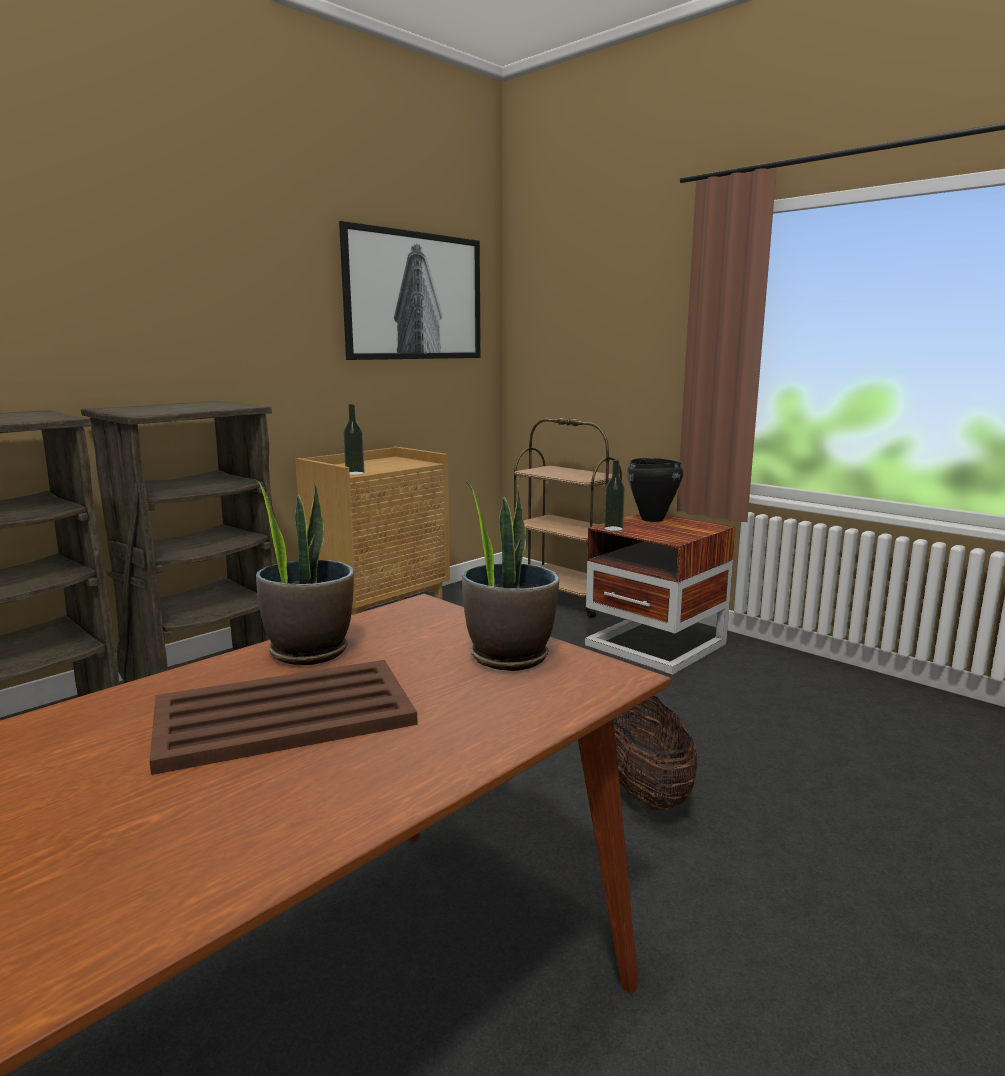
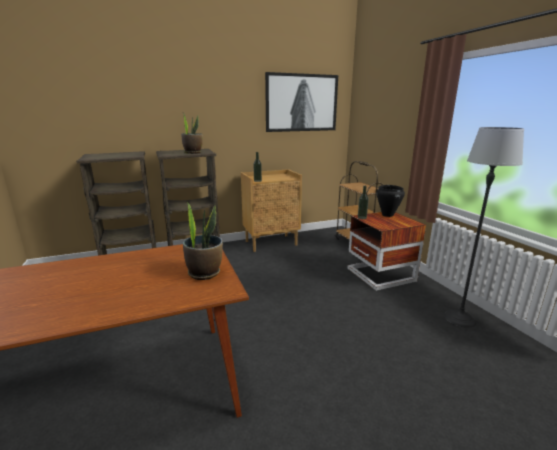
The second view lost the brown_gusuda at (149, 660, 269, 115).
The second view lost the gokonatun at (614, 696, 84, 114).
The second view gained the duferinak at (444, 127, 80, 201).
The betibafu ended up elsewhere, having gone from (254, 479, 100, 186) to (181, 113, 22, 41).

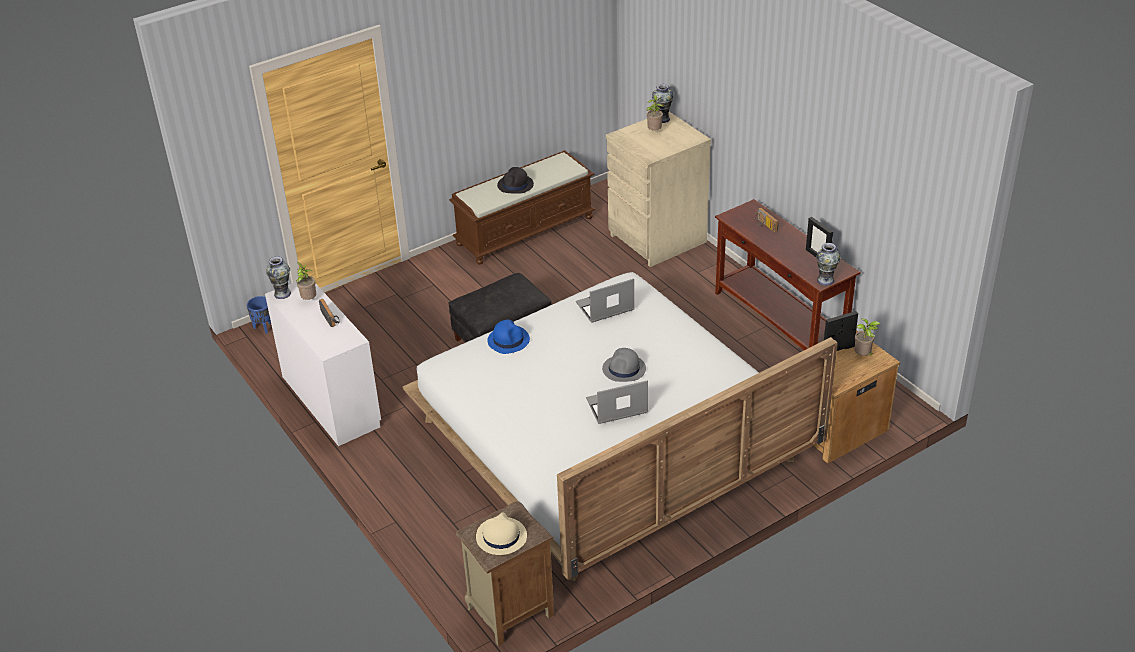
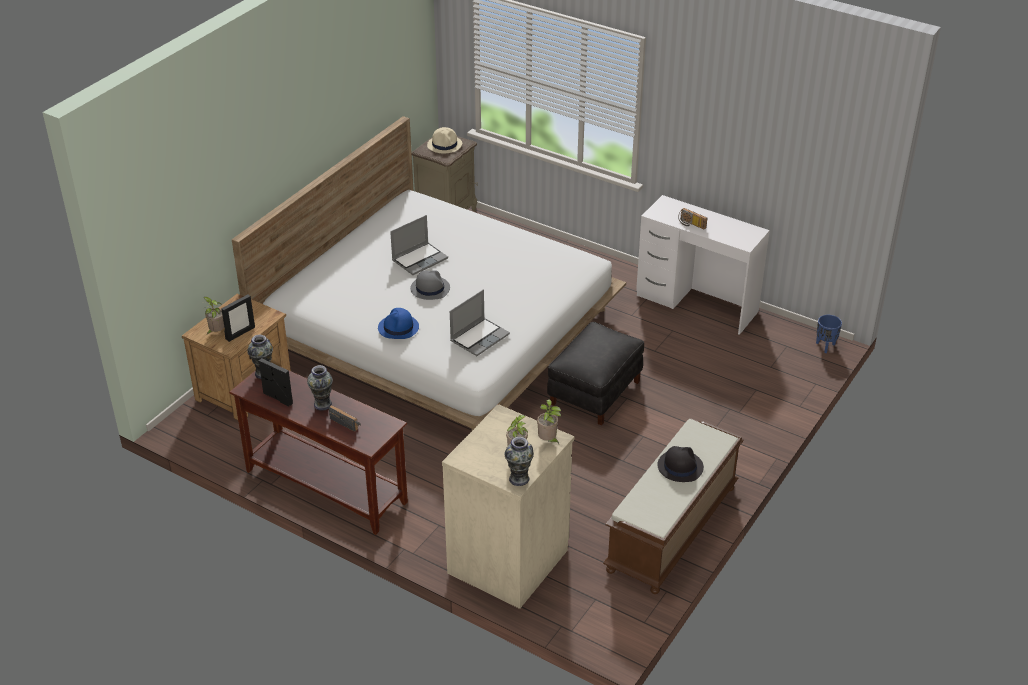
The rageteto ended up elsewhere, having gone from (266, 256, 25, 43) to (307, 365, 26, 46).
The betibafu ended up elsewhere, having gone from (296, 262, 20, 38) to (537, 399, 24, 45).
The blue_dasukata ended up elsewhere, having gone from (487, 320, 43, 34) to (378, 308, 41, 31).

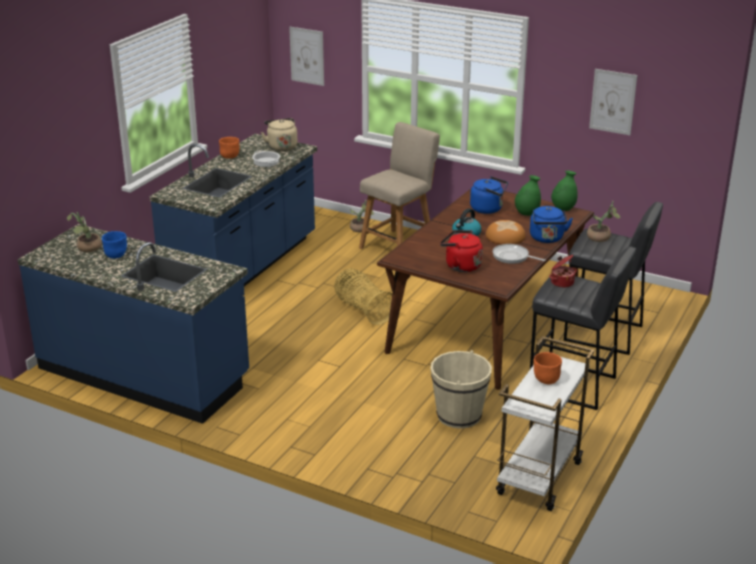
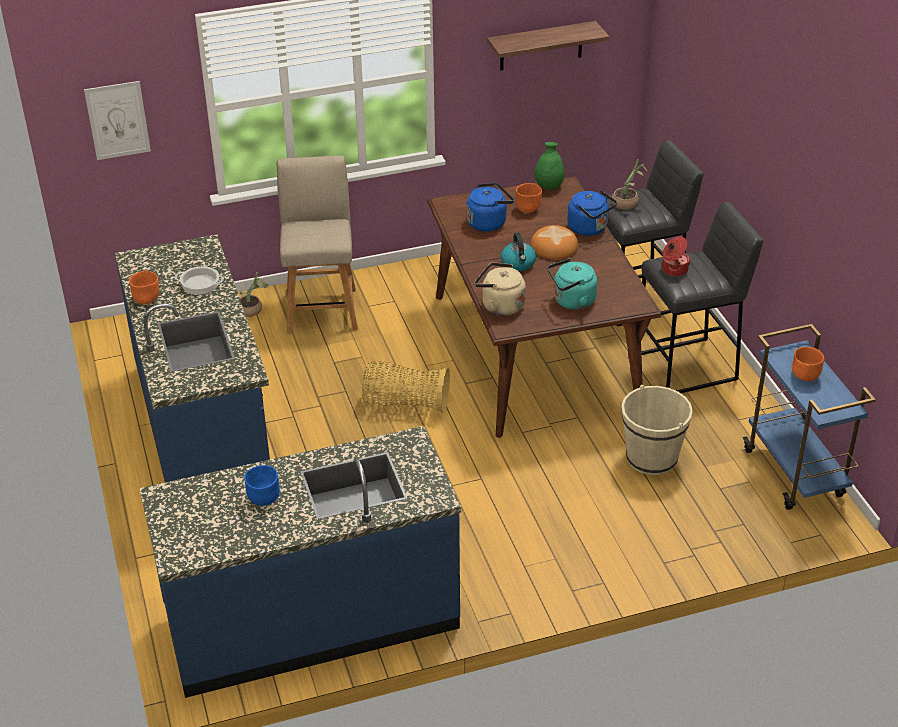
The second view lost the betibafu at (67, 212, 35, 40).
The second view lost the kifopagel at (493, 244, 53, 20).
The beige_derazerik ended up elsewhere, having gone from (261, 118, 36, 33) to (475, 262, 51, 54).
Where the green_rageteto stood at (515, 175, 26, 41), the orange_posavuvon came to stand at (516, 183, 26, 30).
Where the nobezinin hung at (589, 69, 48, 66), the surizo came to hang at (487, 21, 123, 50).
What was the red_derazerik at (440, 230, 43, 42) turned into the turquoise_derazerik at (548, 258, 49, 52).
What was the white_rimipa at (496, 336, 99, 175) turned into the blue_rimipa at (742, 324, 134, 186).

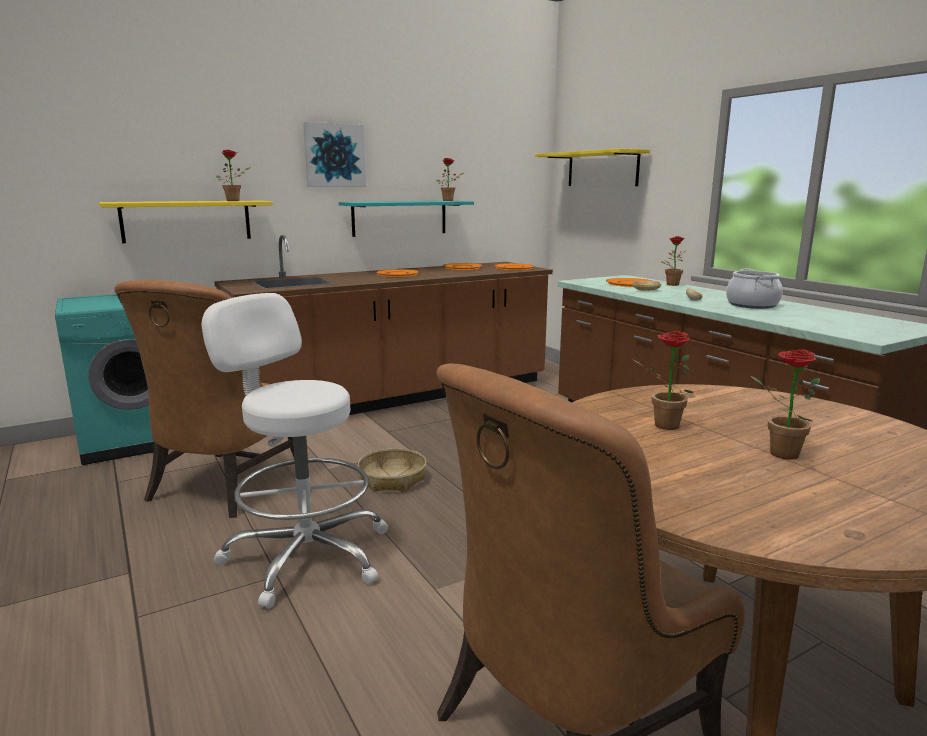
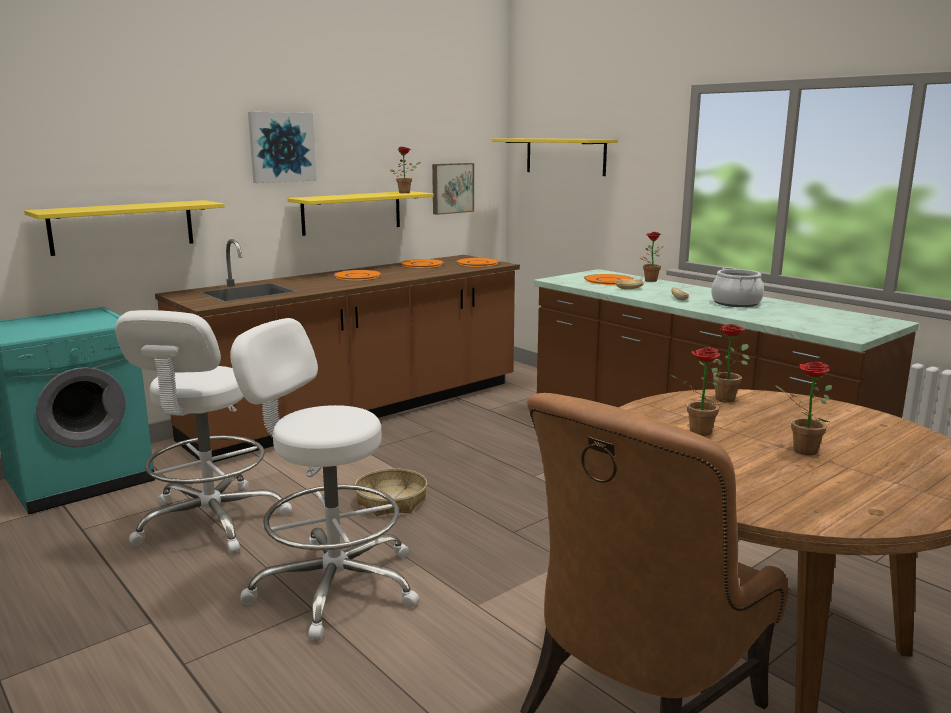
The second view gained the nobezinin at (432, 163, 42, 52).
The betibafu ended up elsewhere, having gone from (216, 150, 35, 51) to (698, 324, 52, 78).
Where the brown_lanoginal stood at (114, 280, 180, 238), the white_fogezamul came to stand at (115, 310, 177, 244).
What was the turquoise_surizo at (339, 201, 135, 36) turned into the yellow_surizo at (287, 191, 147, 45).

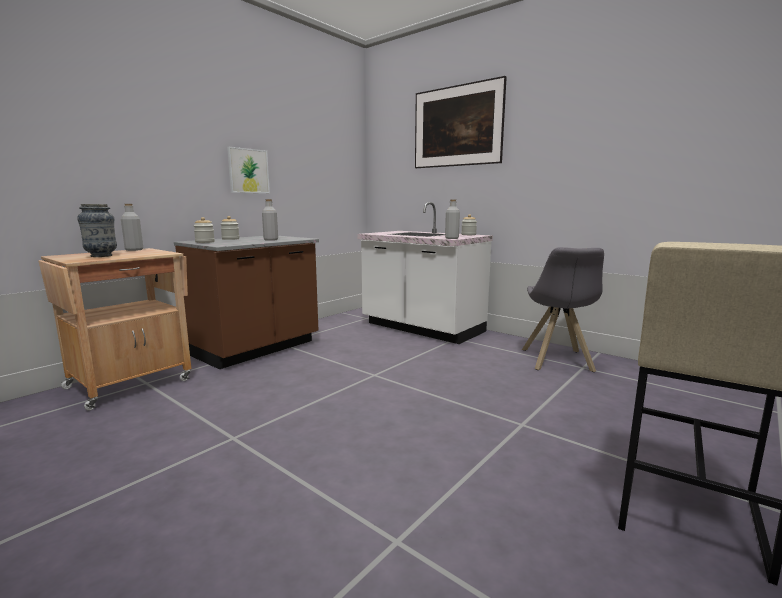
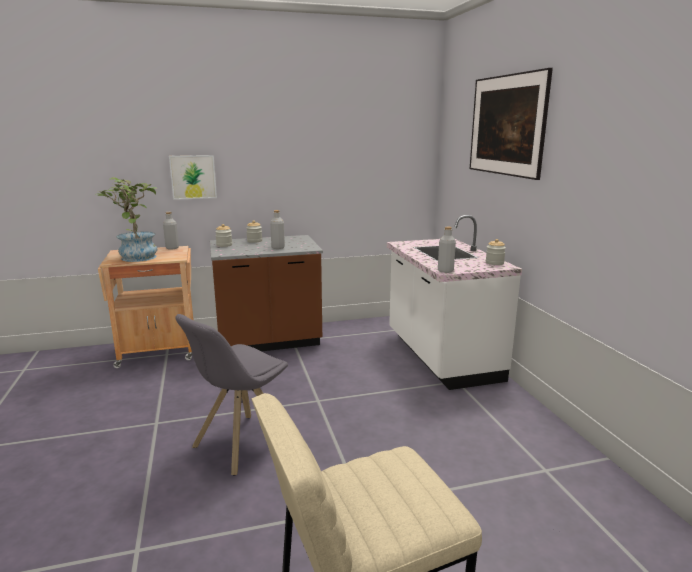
The nobezinin ended up elsewhere, having gone from (227, 147, 43, 46) to (169, 155, 48, 45).
The grey_lanoginal ended up elsewhere, having gone from (522, 247, 82, 125) to (175, 314, 113, 161).
Where the rageteto stood at (77, 204, 40, 53), the betibafu came to stand at (93, 177, 64, 85).

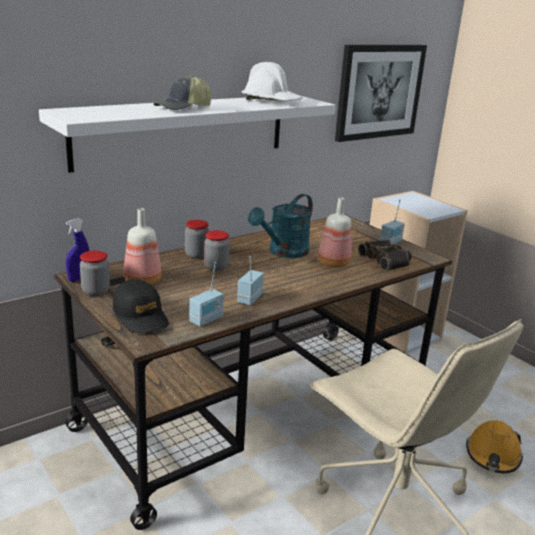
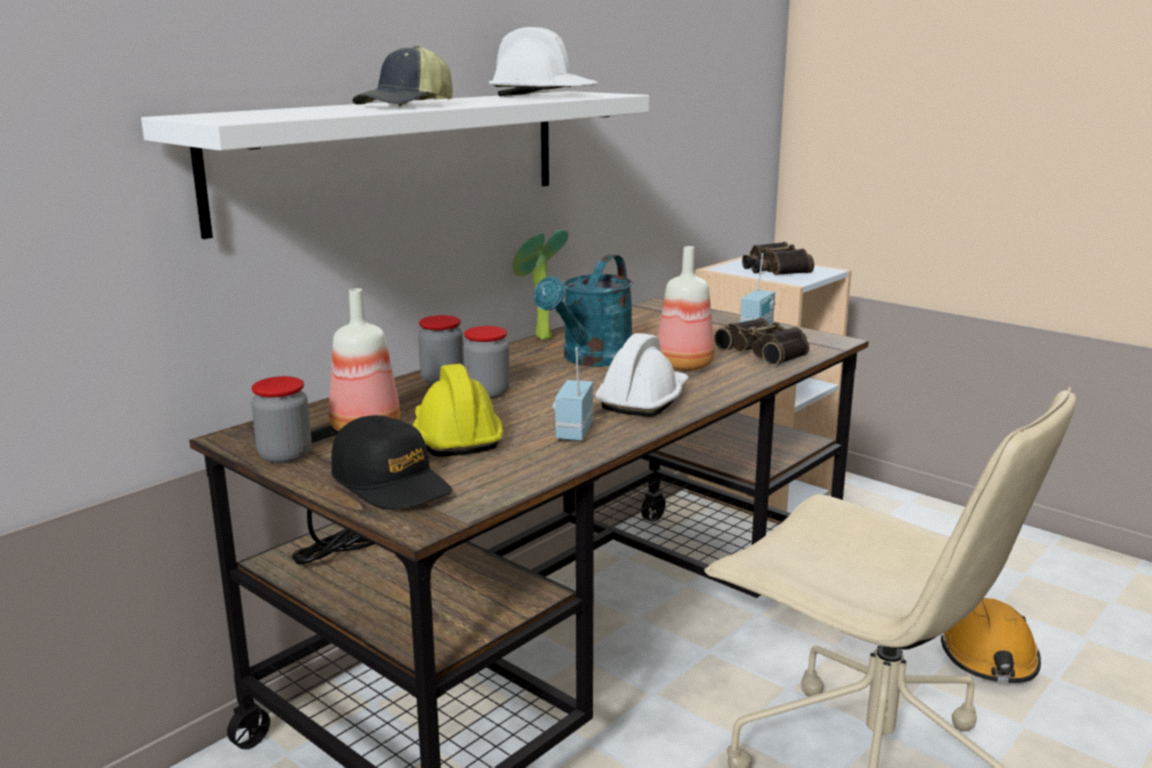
The second view lost the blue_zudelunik at (66, 218, 23, 64).
The second view lost the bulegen at (189, 262, 35, 65).
The second view lost the nobezinin at (335, 45, 92, 97).
The second view gained the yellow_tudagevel at (413, 364, 90, 93).
The second view gained the betibafu at (513, 230, 55, 110).
The second view gained the white_tudagevel at (595, 333, 93, 84).
The second view gained the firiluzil at (742, 242, 72, 33).

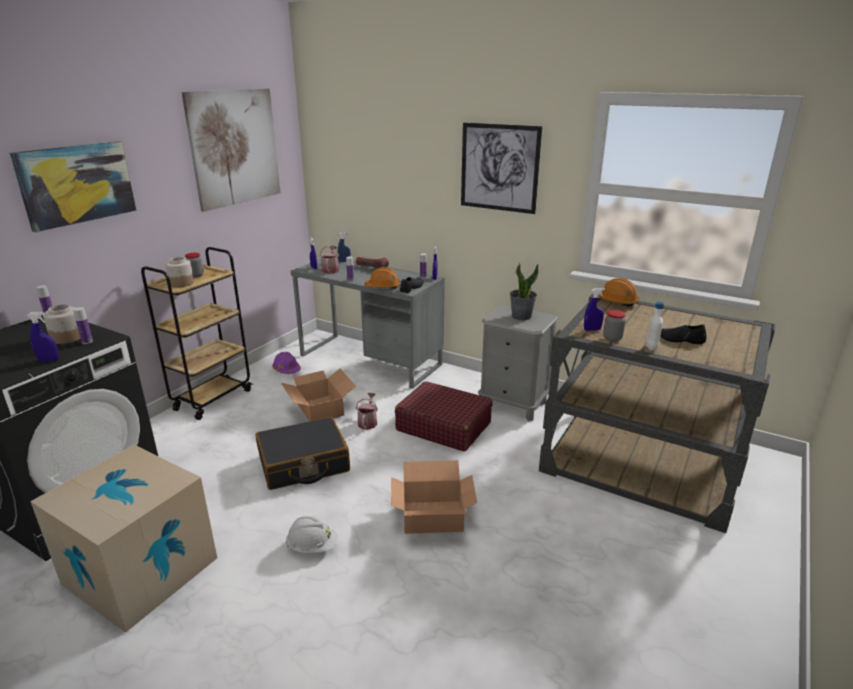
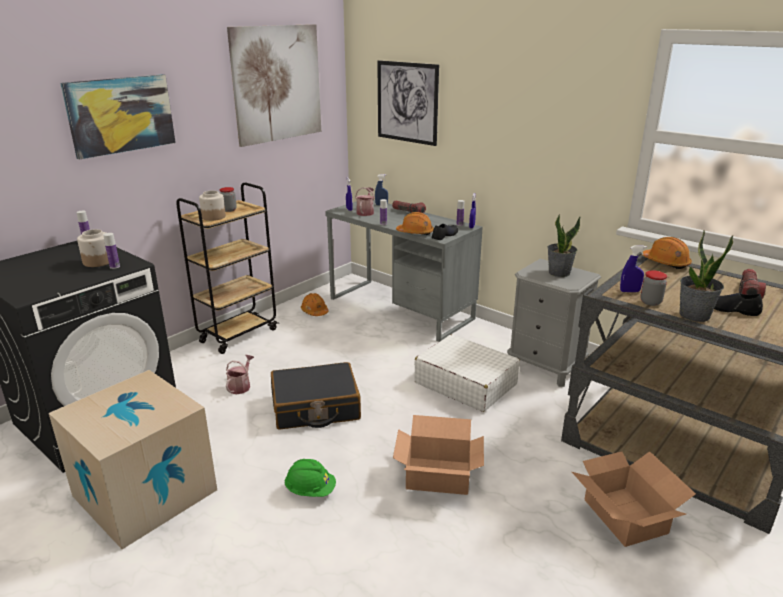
The second view lost the blue_zudelunik at (27, 312, 32, 49).
The second view gained the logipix at (739, 269, 27, 30).
The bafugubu ended up elsewhere, having gone from (281, 368, 75, 53) to (572, 451, 124, 96).
The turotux ended up elsewhere, having gone from (356, 393, 22, 37) to (226, 355, 28, 39).
The nobezinin ended up elsewhere, having gone from (461, 123, 81, 91) to (377, 60, 62, 86).
Where the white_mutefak stood at (646, 302, 18, 49), the betibafu came to stand at (679, 230, 54, 92).
What was the purple_tudagevel at (272, 352, 29, 22) turned into the orange_tudagevel at (301, 293, 28, 23).
What was the white_tudagevel at (286, 516, 51, 37) turned into the green_tudagevel at (284, 459, 52, 38).
What was the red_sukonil at (395, 381, 98, 70) turned into the white_sukonil at (414, 335, 106, 77).

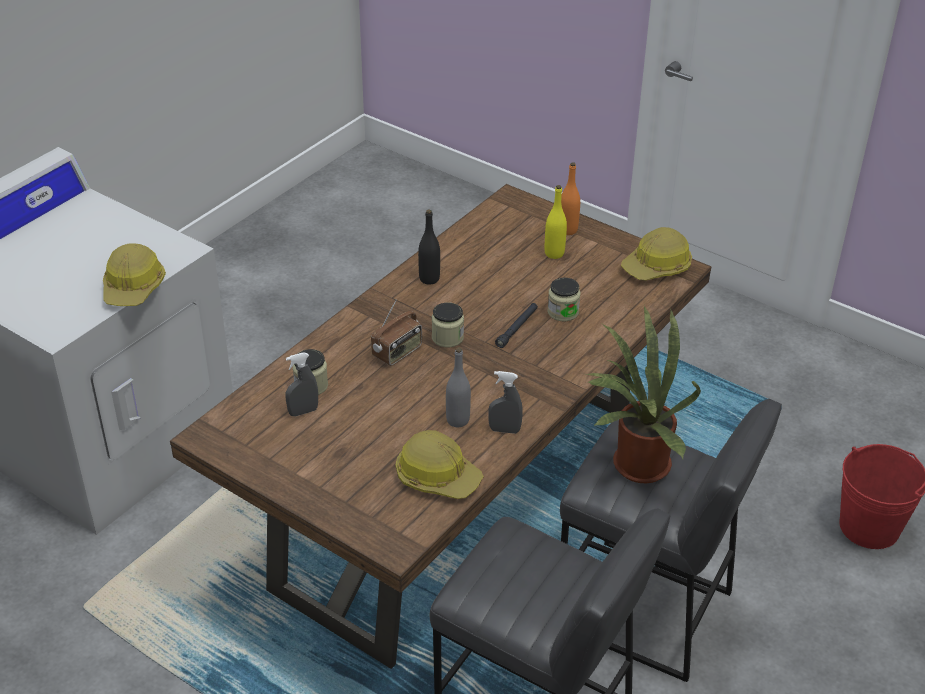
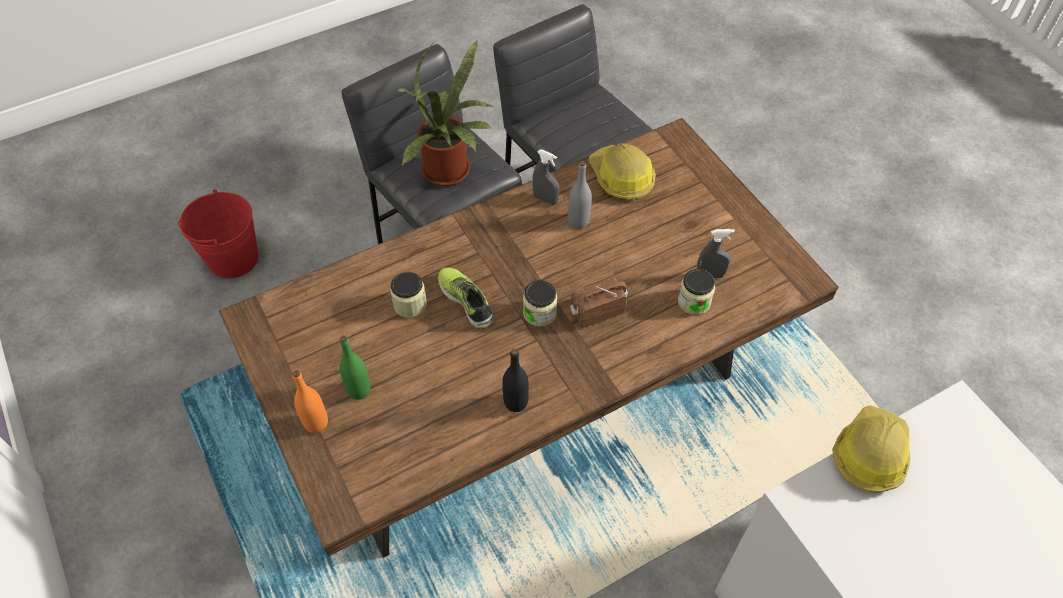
The second view lost the tudagevel at (621, 227, 71, 54).
Where the black_logipix stood at (495, 303, 43, 45), the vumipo came to stand at (438, 268, 56, 61).
What was the yellow_mutefak at (545, 185, 22, 74) turned into the green_mutefak at (339, 336, 32, 64).

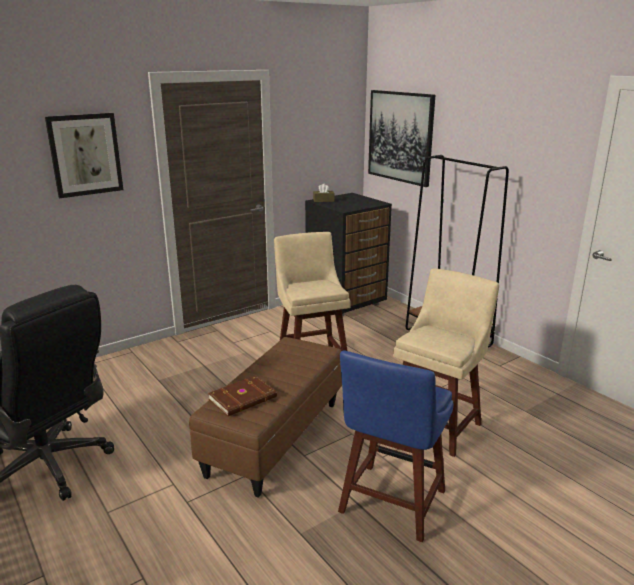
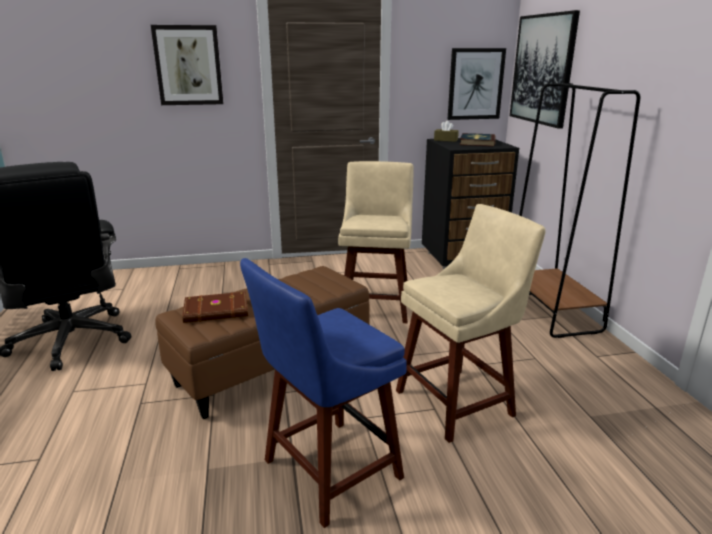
The second view gained the nobezinin at (448, 48, 58, 72).
The second view gained the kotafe at (460, 133, 36, 14).

